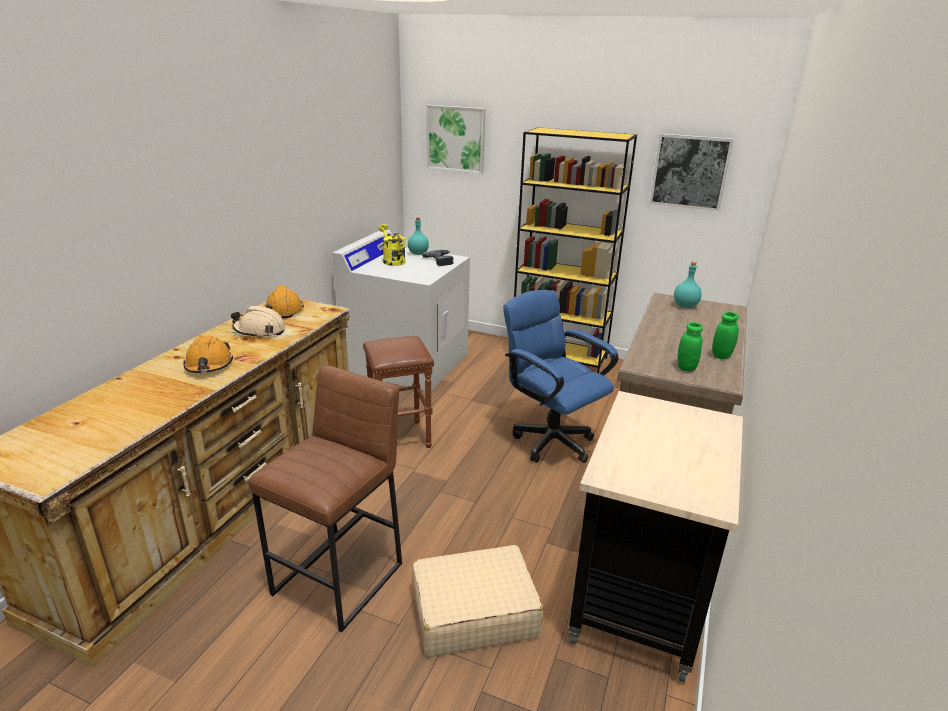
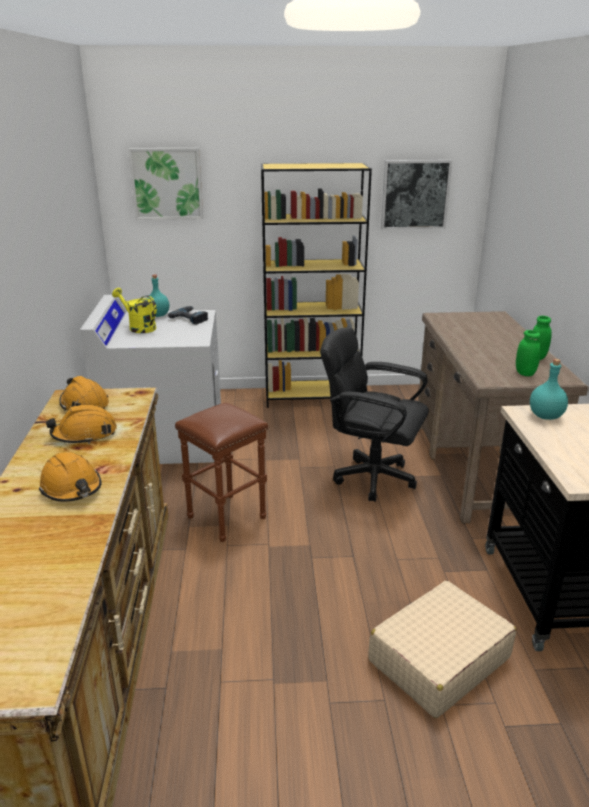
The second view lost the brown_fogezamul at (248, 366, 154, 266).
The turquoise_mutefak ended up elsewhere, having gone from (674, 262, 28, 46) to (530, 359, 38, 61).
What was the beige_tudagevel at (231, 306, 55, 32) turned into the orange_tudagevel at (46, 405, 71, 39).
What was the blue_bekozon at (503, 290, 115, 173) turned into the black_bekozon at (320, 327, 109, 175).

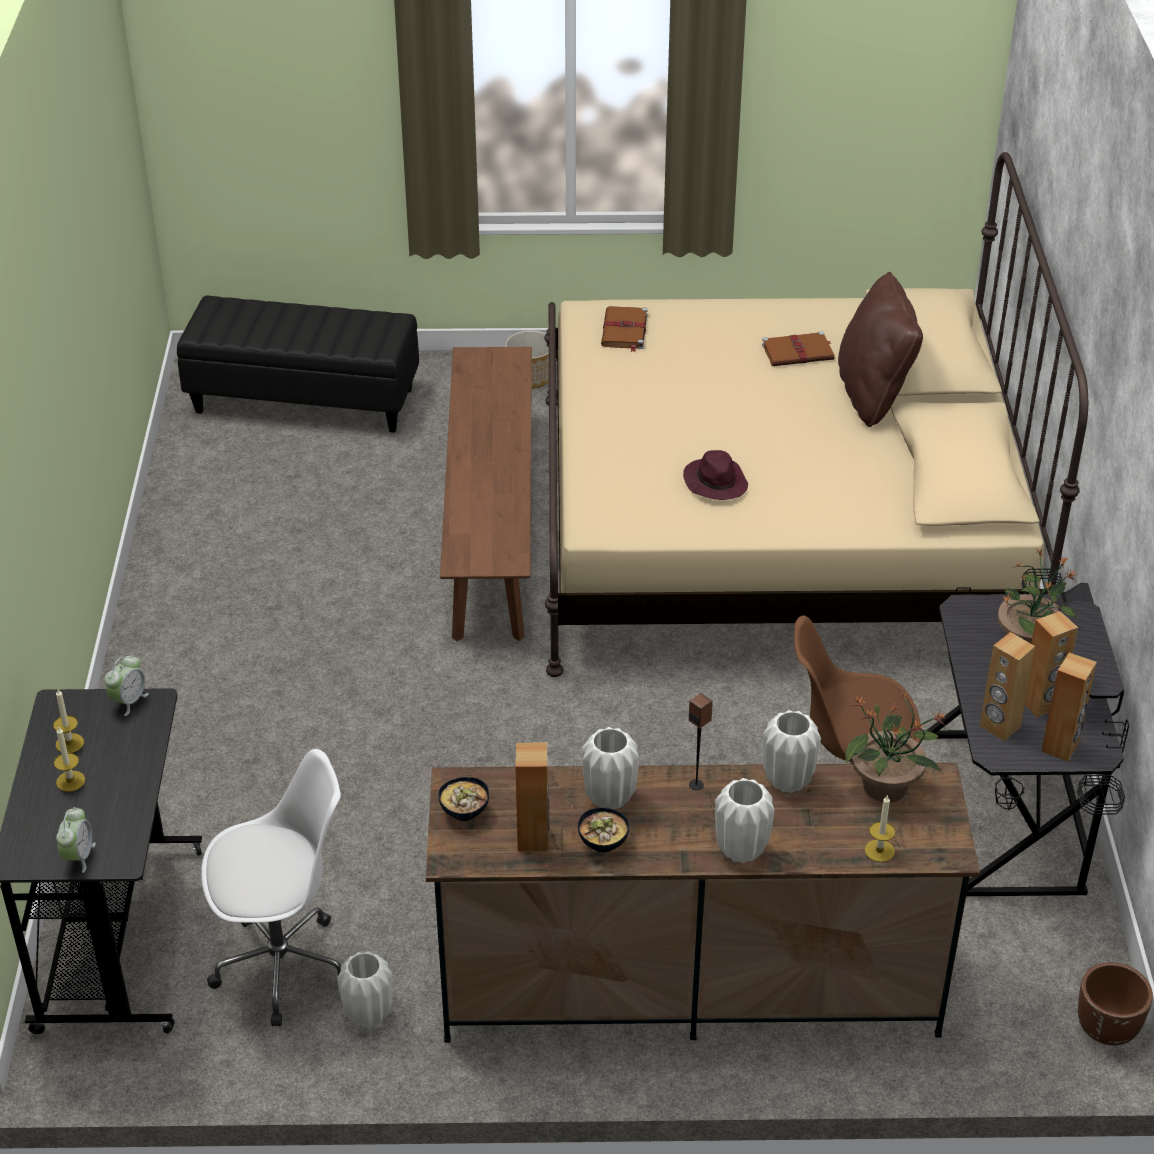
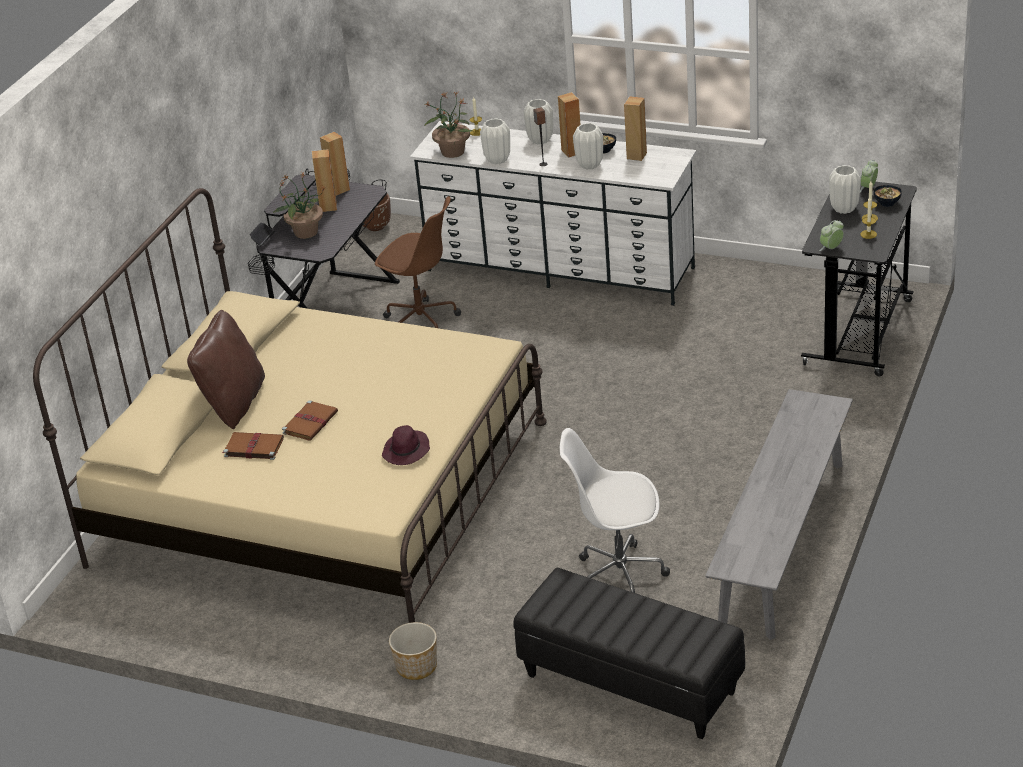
The second view lost the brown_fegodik at (440, 347, 92, 294).
The second view gained the grey_fegodik at (705, 389, 148, 251).
The white_bekozon ended up elsewhere, having gone from (201, 749, 140, 277) to (560, 428, 110, 165).
The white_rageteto ended up elsewhere, having gone from (337, 951, 56, 77) to (829, 165, 32, 49).
The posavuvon ended up elsewhere, having gone from (438, 777, 51, 44) to (874, 185, 28, 22).
The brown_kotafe ended up elsewhere, having gone from (601, 306, 47, 46) to (282, 400, 56, 40).
The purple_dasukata ended up elsewhere, having gone from (683, 450, 65, 50) to (382, 425, 48, 40).
The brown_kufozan ended up elsewhere, having gone from (980, 632, 55, 109) to (558, 92, 23, 65).
What was the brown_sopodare at (426, 763, 554, 280) turned into the white_sopodare at (410, 121, 286, 185).

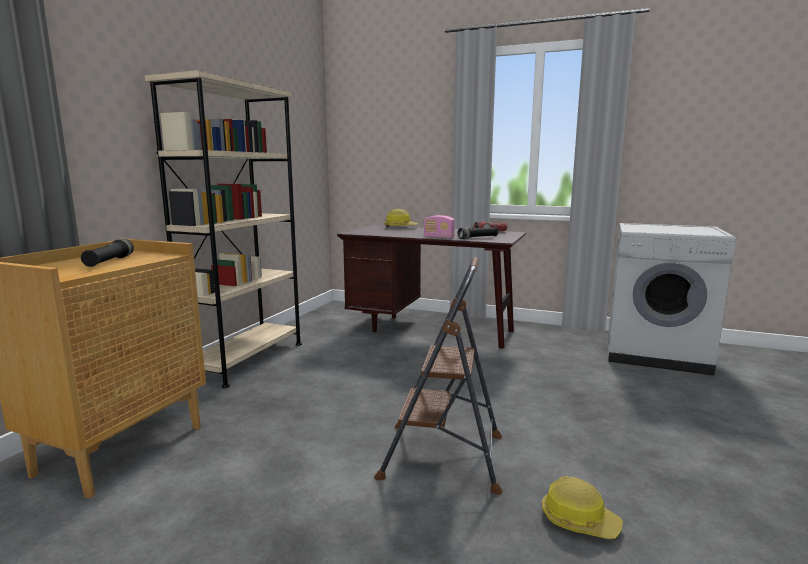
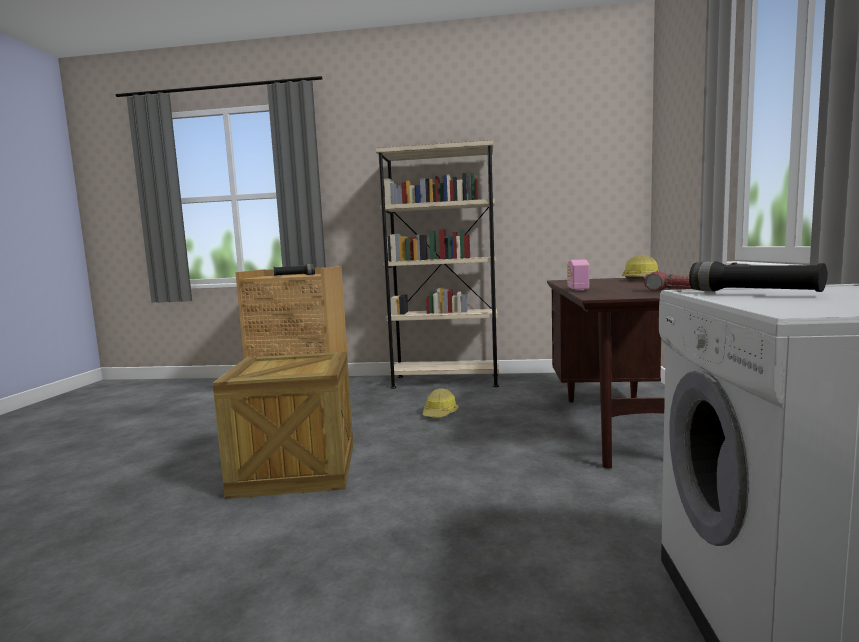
The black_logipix ended up elsewhere, having gone from (458, 227, 40, 12) to (689, 261, 139, 31).
The tudagevel ended up elsewhere, having gone from (542, 476, 81, 63) to (422, 388, 36, 29).
Where the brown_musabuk stood at (374, 257, 128, 237), the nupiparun came to stand at (213, 351, 140, 148).

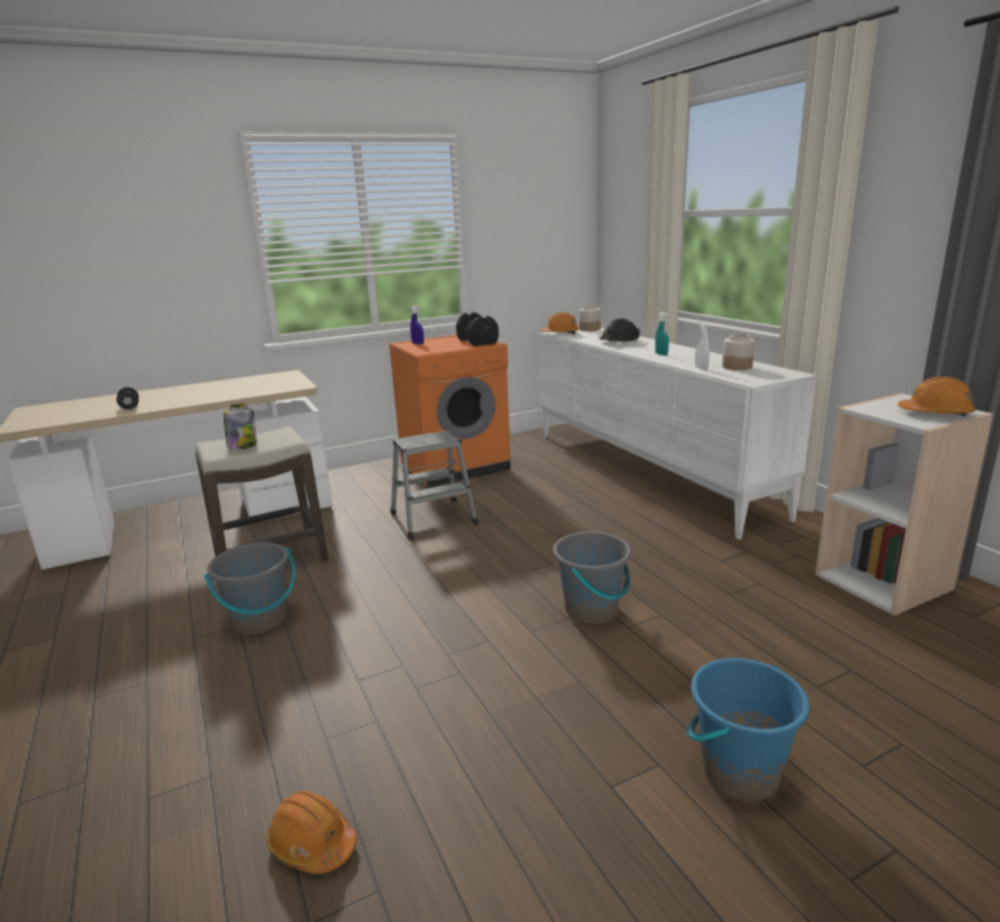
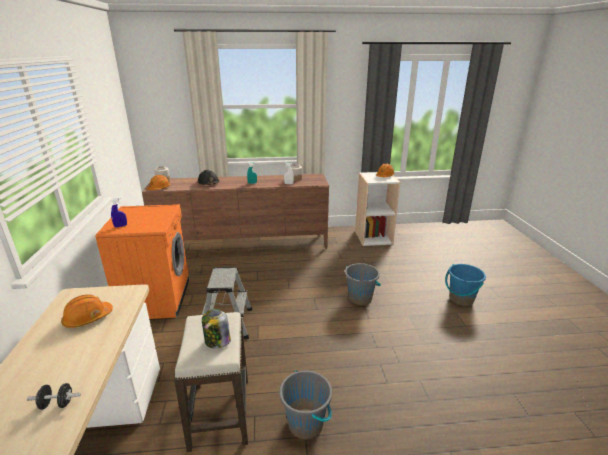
The second view lost the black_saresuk at (456, 312, 43, 34).
The orange_tudagevel ended up elsewhere, having gone from (267, 791, 90, 83) to (61, 295, 52, 33).
What was the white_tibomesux at (538, 328, 279, 212) turned into the brown_tibomesux at (142, 174, 187, 75).

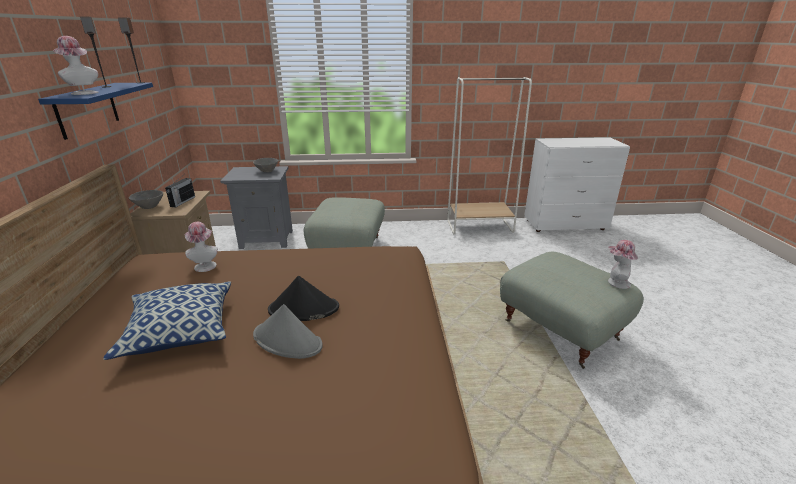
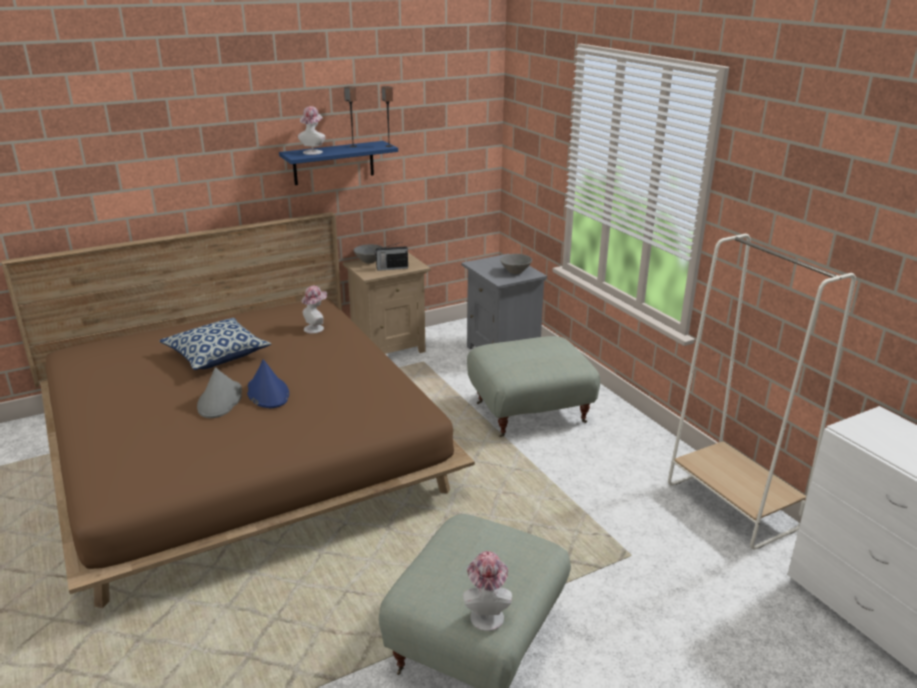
What was the black_dasukata at (268, 276, 71, 45) turned into the blue_dasukata at (247, 360, 42, 48).

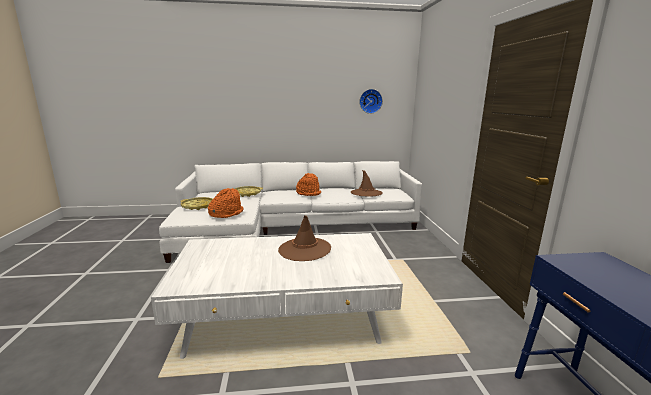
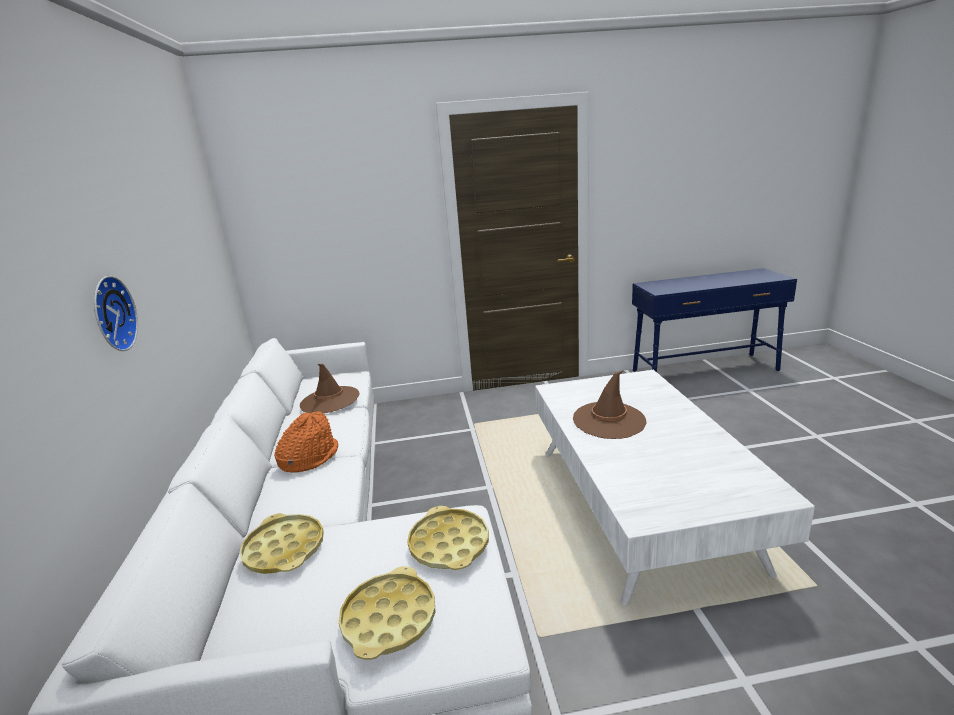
The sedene ended up elsewhere, having gone from (359, 89, 24, 25) to (94, 276, 44, 75).
Where the orange_dasukata stood at (208, 188, 36, 30), the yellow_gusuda came to stand at (407, 506, 82, 64).

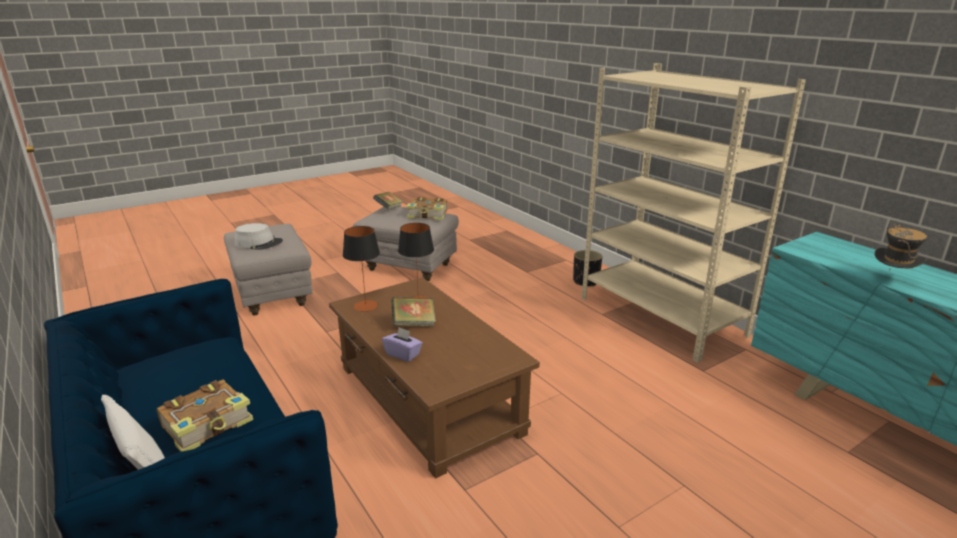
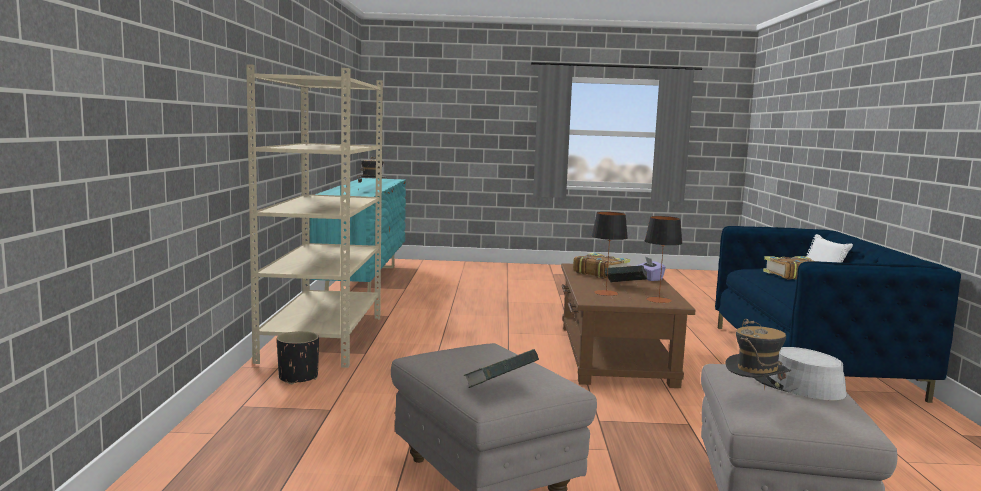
The second view gained the dasukata at (725, 319, 66, 72).
The kotafe ended up elsewhere, having gone from (406, 197, 41, 23) to (573, 253, 57, 26).

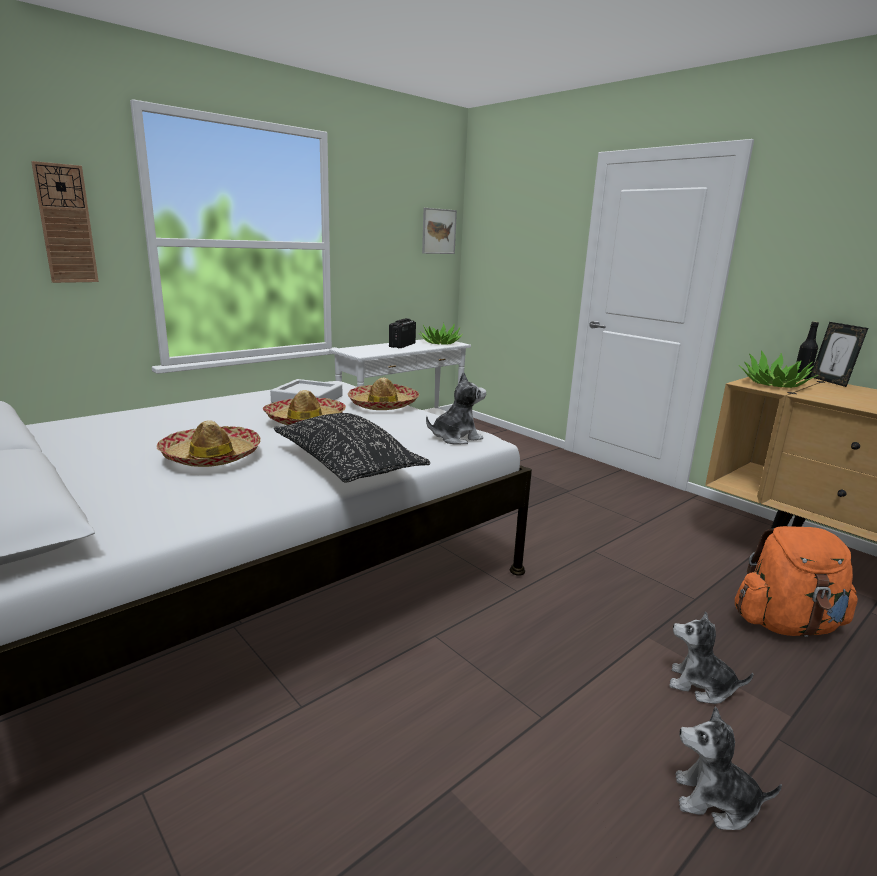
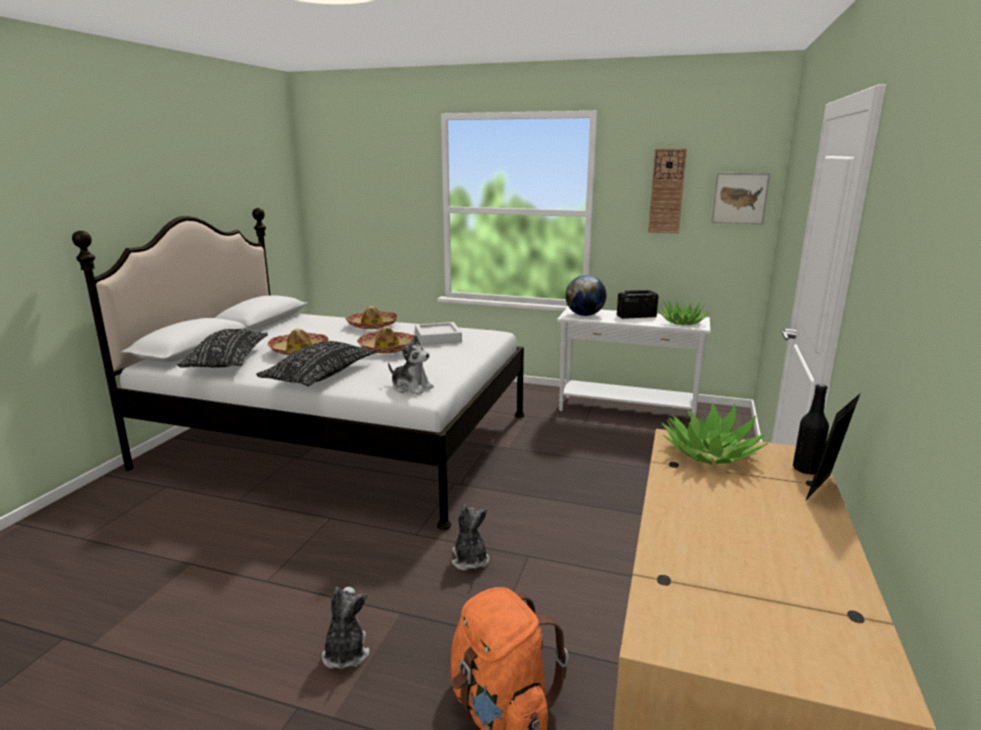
The second view gained the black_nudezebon at (177, 329, 91, 39).
The second view gained the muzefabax at (565, 275, 41, 41).
The sedene ended up elsewhere, having gone from (31, 161, 68, 122) to (648, 148, 39, 86).
The dasukata ended up elsewhere, having gone from (348, 377, 71, 33) to (345, 306, 53, 23).
The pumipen ended up elsewhere, having gone from (675, 706, 107, 124) to (452, 504, 37, 66).

